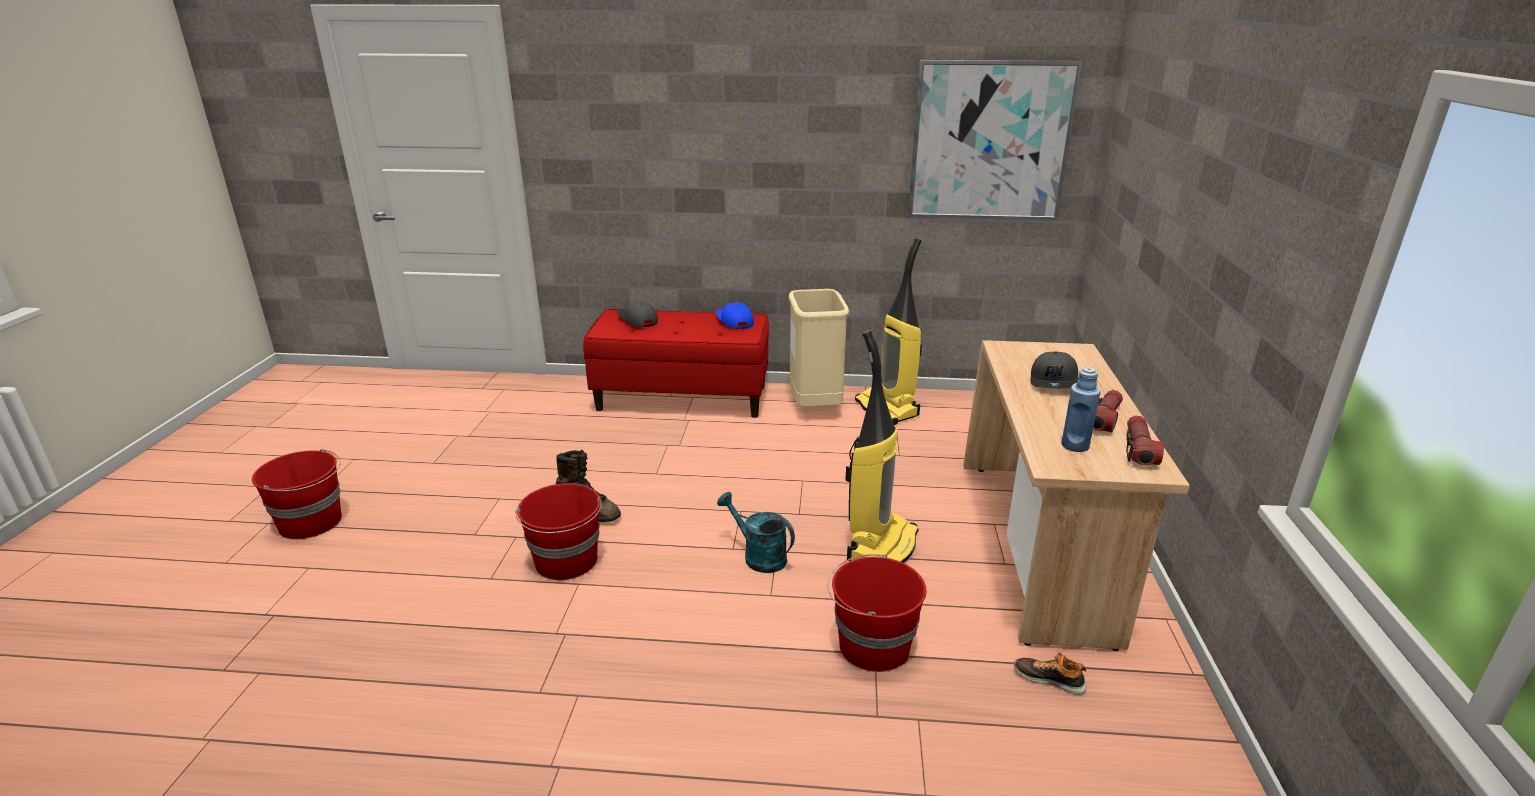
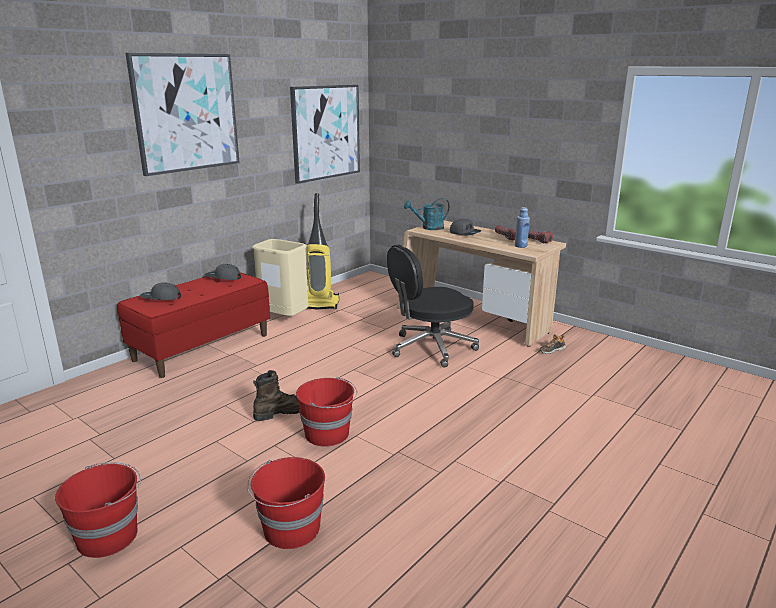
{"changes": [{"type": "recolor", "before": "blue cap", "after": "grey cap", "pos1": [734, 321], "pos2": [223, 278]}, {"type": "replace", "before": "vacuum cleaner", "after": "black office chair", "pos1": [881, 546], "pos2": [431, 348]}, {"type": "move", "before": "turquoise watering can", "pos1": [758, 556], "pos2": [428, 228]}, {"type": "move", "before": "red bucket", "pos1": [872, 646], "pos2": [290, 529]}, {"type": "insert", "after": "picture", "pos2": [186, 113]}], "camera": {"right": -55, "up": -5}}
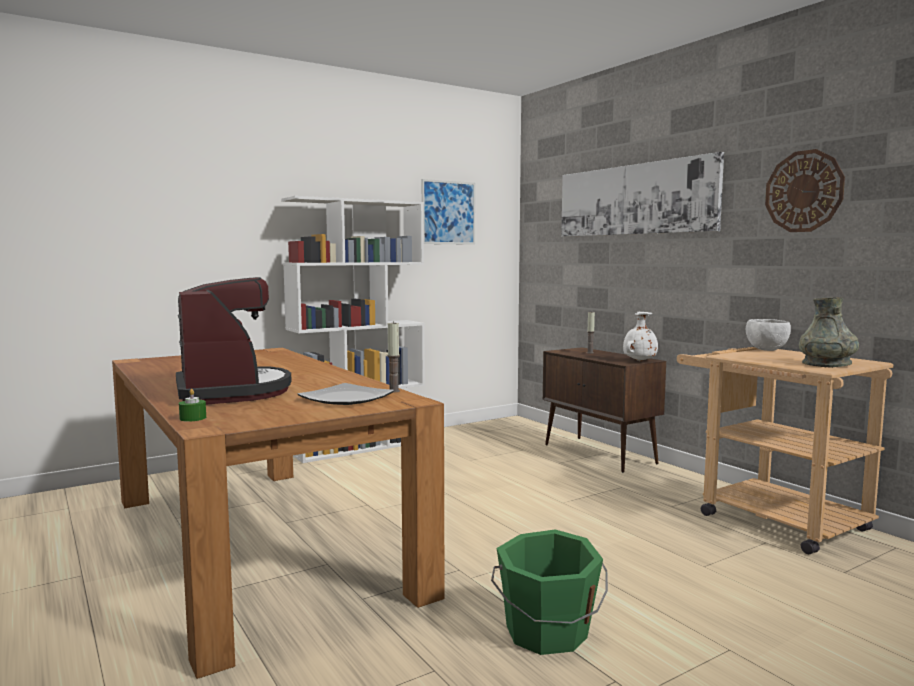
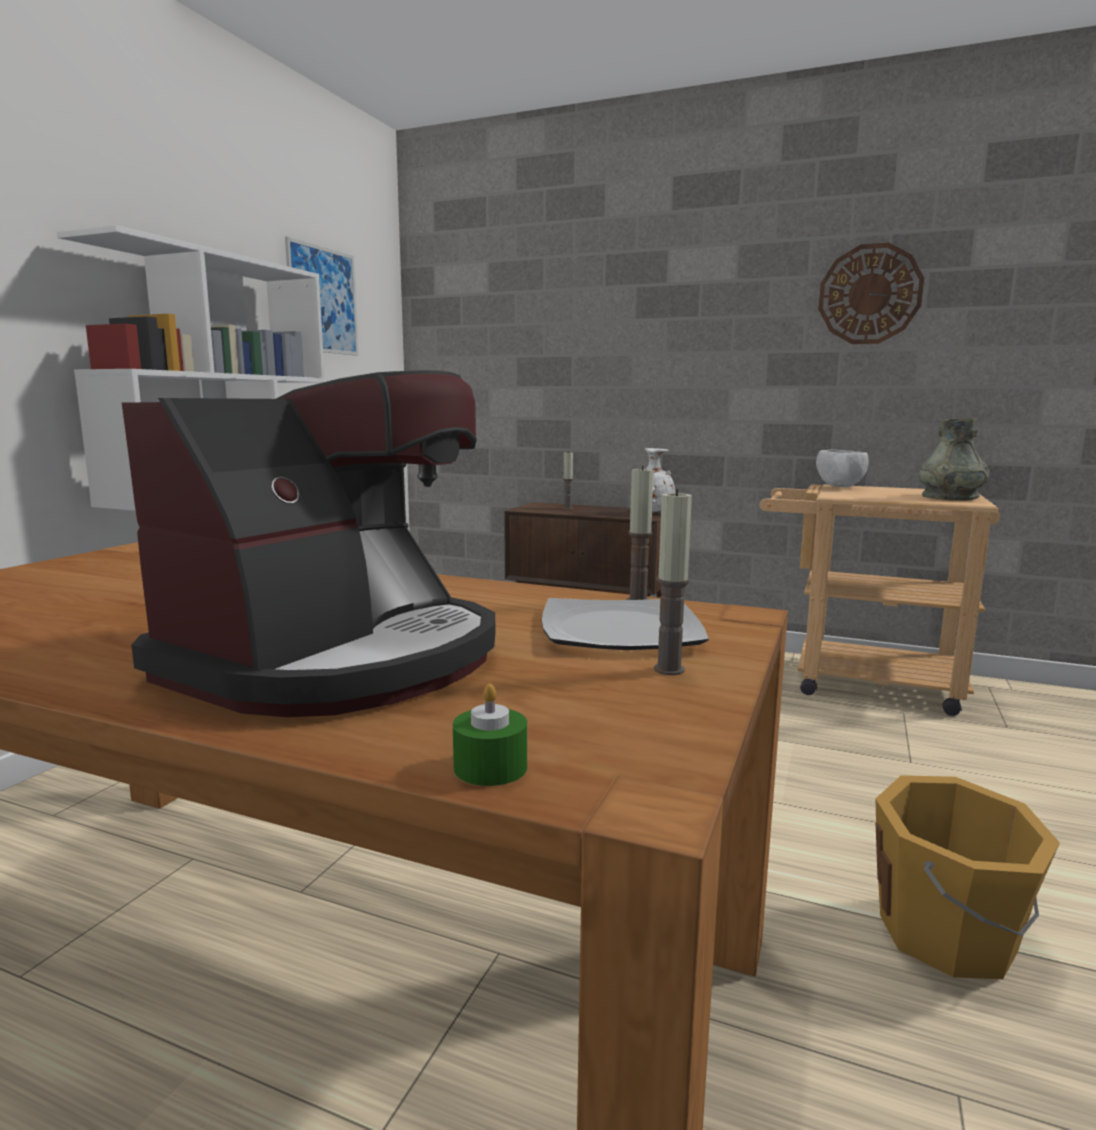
{"changes": [{"type": "delete", "before": "picture", "pos1": [633, 199]}, {"type": "rotate", "before": "coffee machine", "pos1": [231, 391], "pos2": [339, 660], "turn": 90}, {"type": "recolor", "before": "green bucket", "after": "orange bucket", "pos1": [547, 633], "pos2": [949, 935]}, {"type": "insert", "after": "candle", "pos2": [669, 669]}], "camera": {"right": -35, "up": 5}}
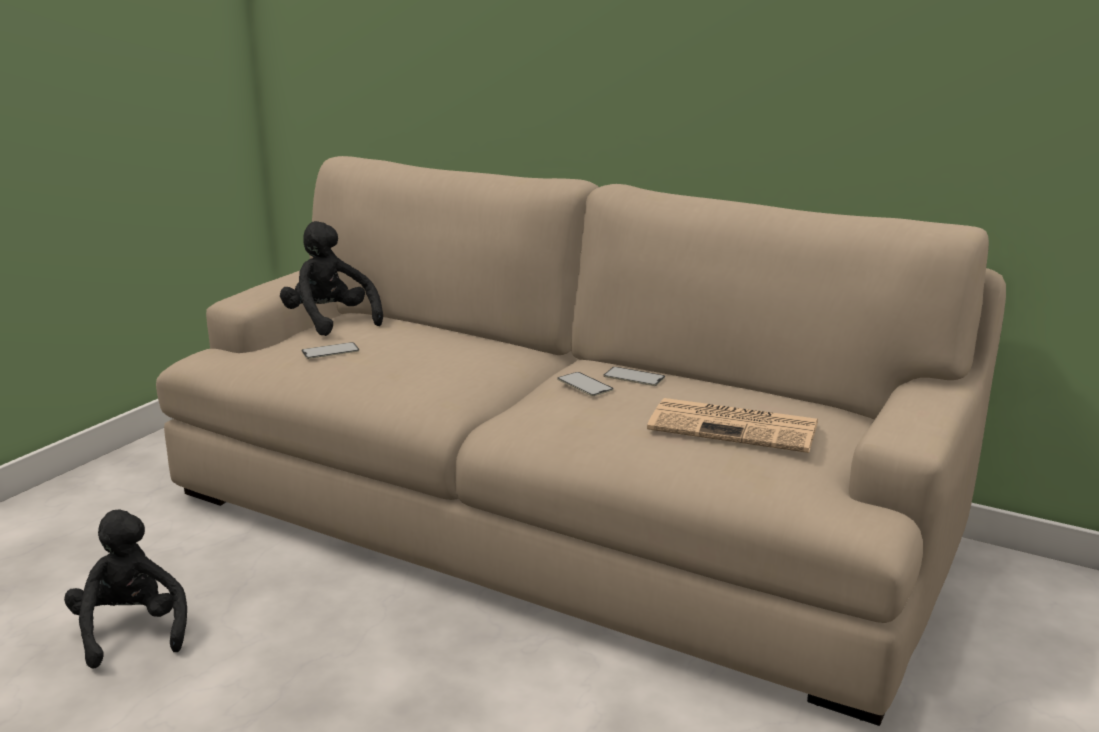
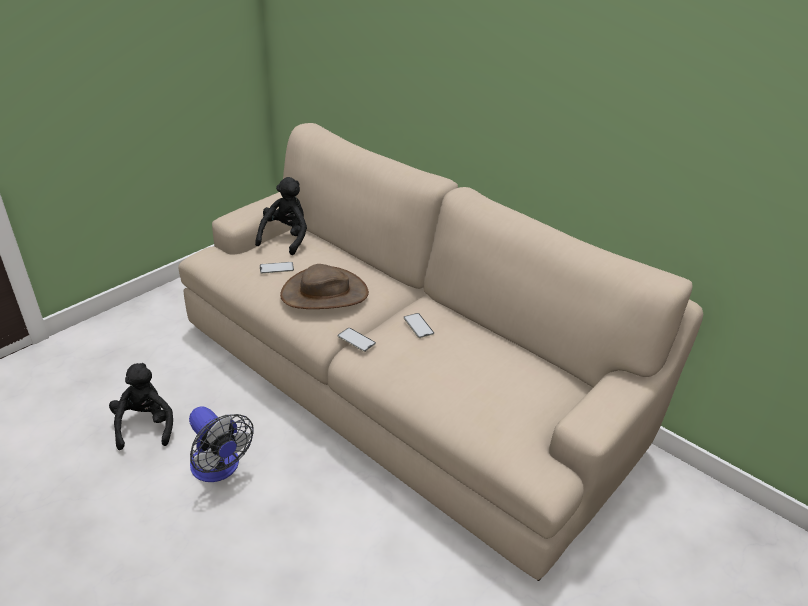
{"changes": [{"type": "rotate", "before": "black plush toy", "pos1": [330, 321], "pos2": [286, 238], "turn": 45}, {"type": "move", "before": "phone", "pos1": [634, 377], "pos2": [356, 340]}, {"type": "delete", "before": "newspaper", "pos1": [736, 427]}, {"type": "insert", "after": "brown hat", "pos2": [324, 294]}, {"type": "insert", "after": "fan", "pos2": [219, 468]}], "camera": {"right": 10, "up": 15}}
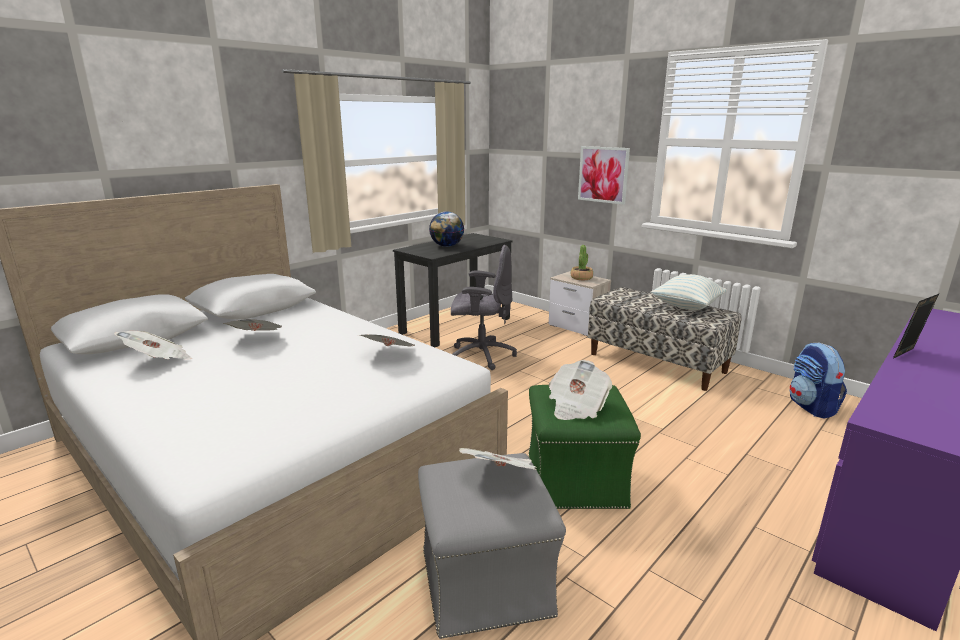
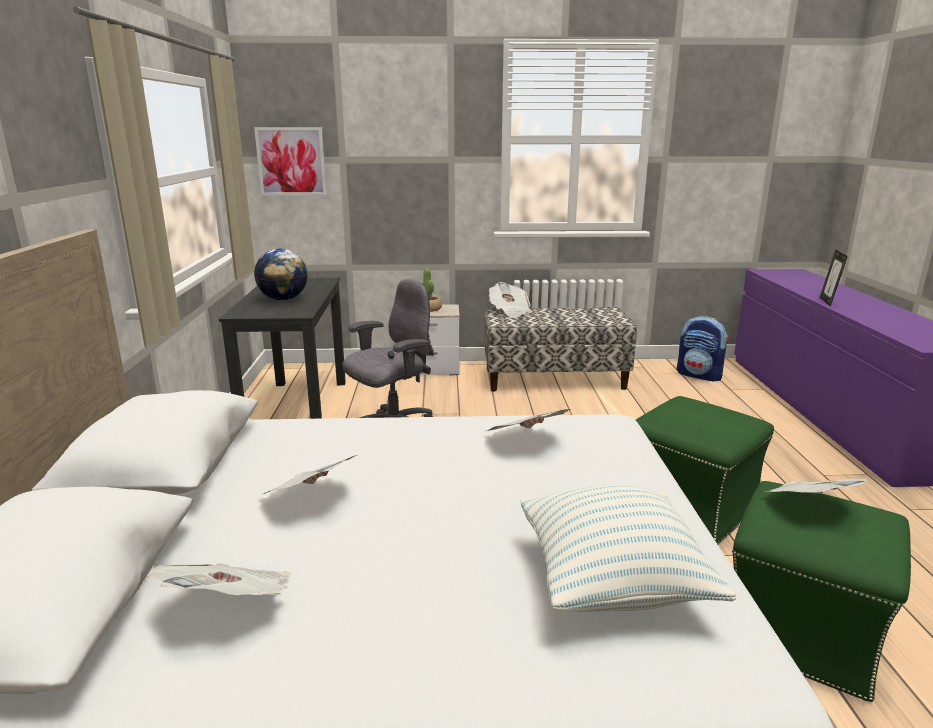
{"changes": [{"type": "move", "before": "picture", "pos1": [603, 174], "pos2": [291, 161]}, {"type": "move", "before": "pillow", "pos1": [686, 307], "pos2": [612, 584]}, {"type": "move", "before": "newspaper", "pos1": [576, 406], "pos2": [509, 311]}, {"type": "recolor", "before": "grey ottoman", "after": "green ottoman", "pos1": [486, 583], "pos2": [803, 632]}], "camera": {"right": -45, "up": 0}}
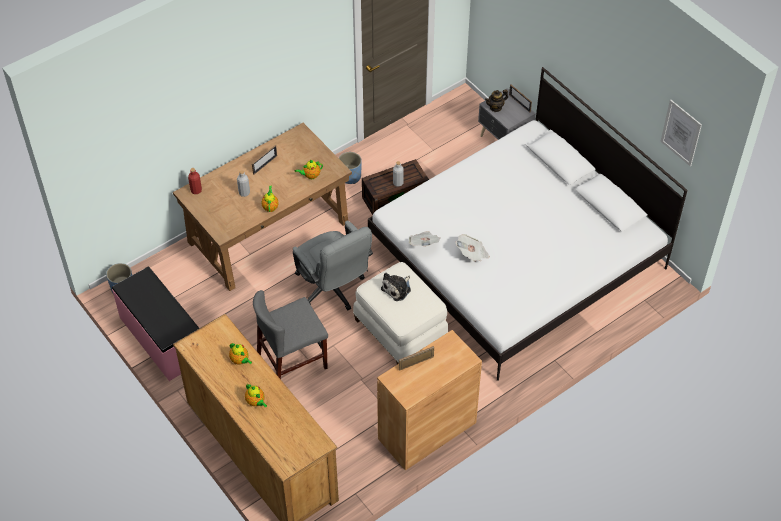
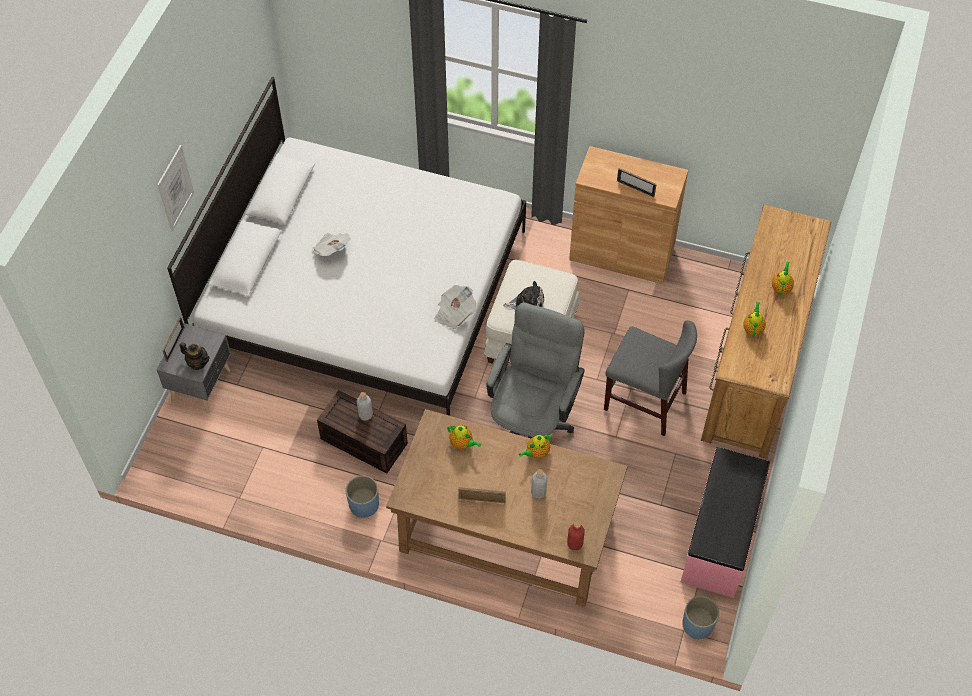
{"changes": [{"type": "move", "before": "picture", "pos1": [681, 132], "pos2": [175, 188]}, {"type": "move", "before": "newspaper", "pos1": [472, 254], "pos2": [332, 249]}], "camera": {"right": -125, "up": 5}}
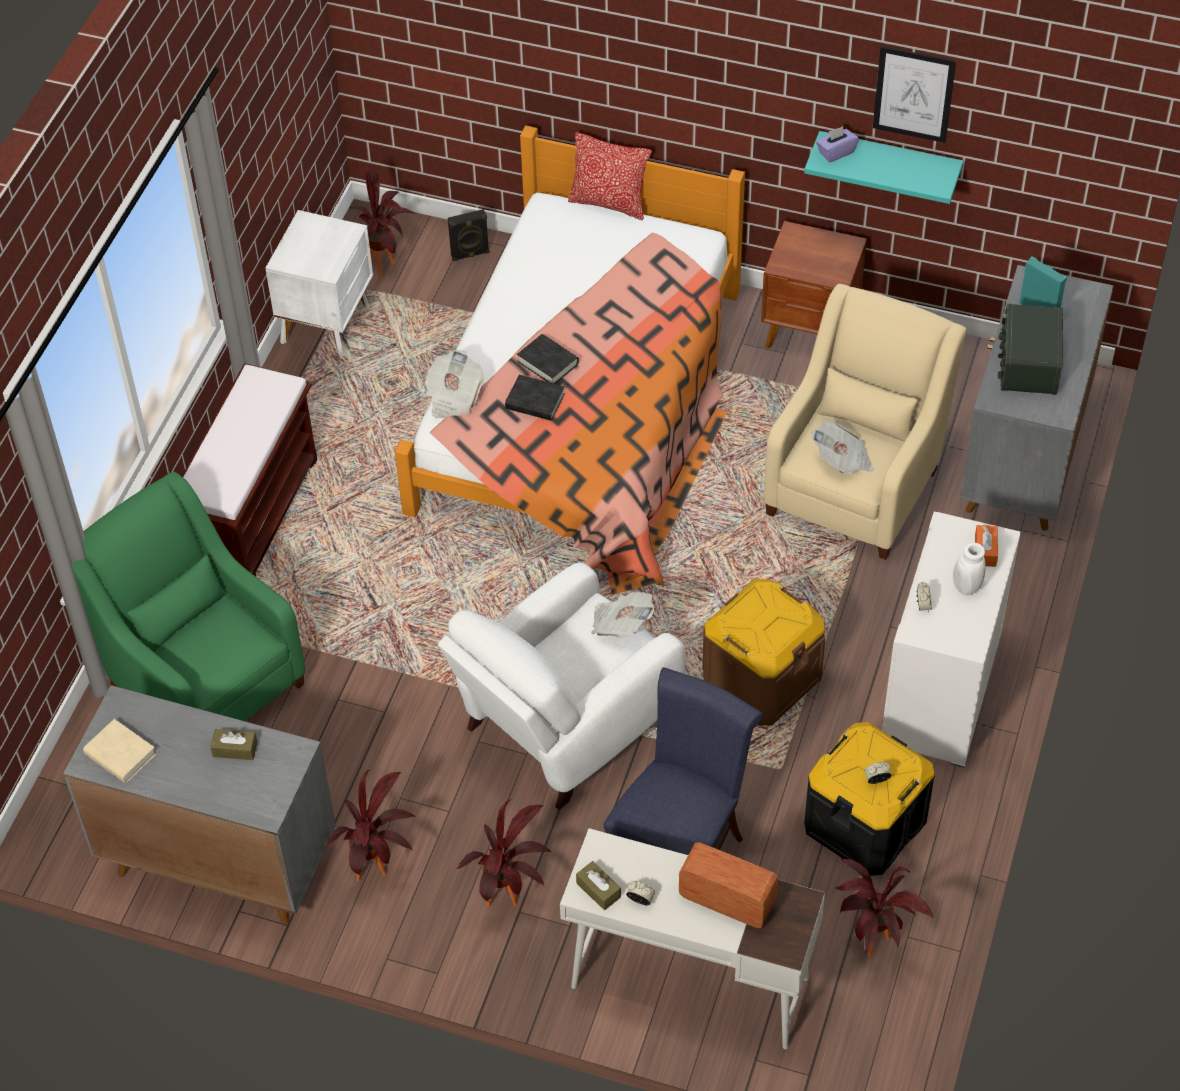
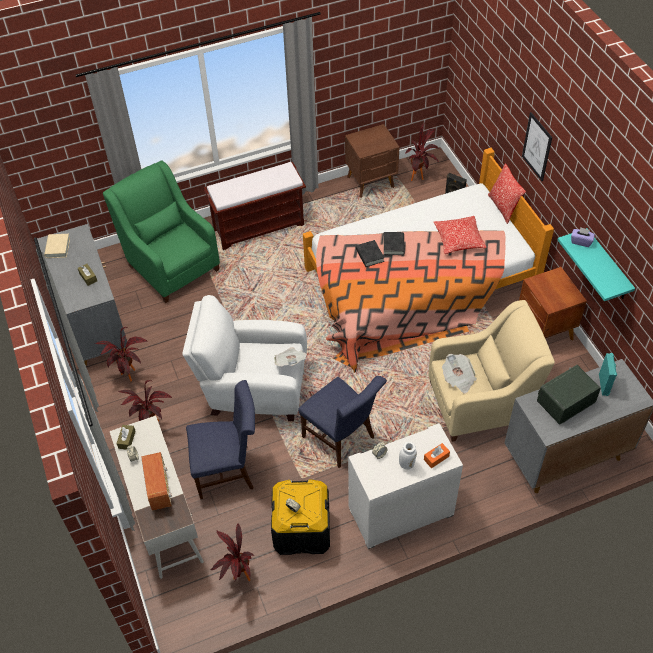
{"changes": [{"type": "move", "before": "picture", "pos1": [913, 94], "pos2": [537, 147]}, {"type": "recolor", "before": "white nightstand", "after": "brown nightstand", "pos1": [327, 323], "pos2": [371, 182]}, {"type": "delete", "before": "newspaper", "pos1": [453, 397]}, {"type": "rotate", "before": "green armchair", "pos1": [201, 678], "pos2": [171, 264], "turn": -45}, {"type": "replace", "before": "brown storage box", "after": "blue chair", "pos1": [761, 678], "pos2": [342, 439]}, {"type": "insert", "after": "pillow", "pos2": [459, 240]}], "camera": {"right": 50, "up": 0}}
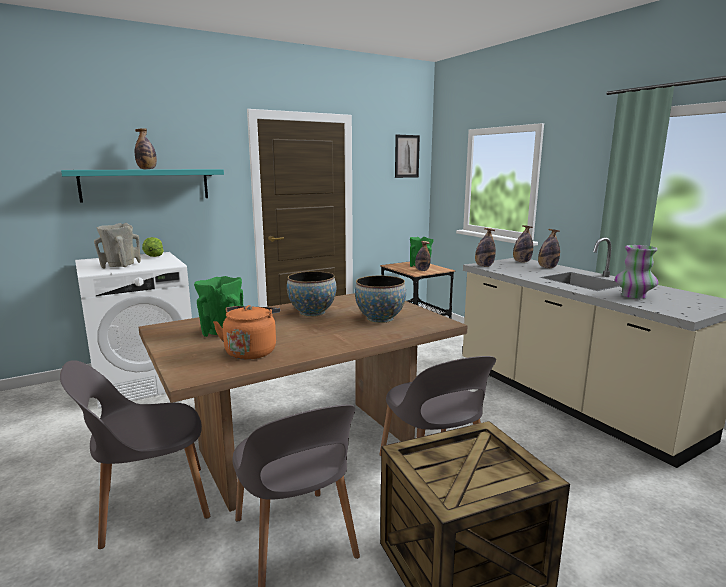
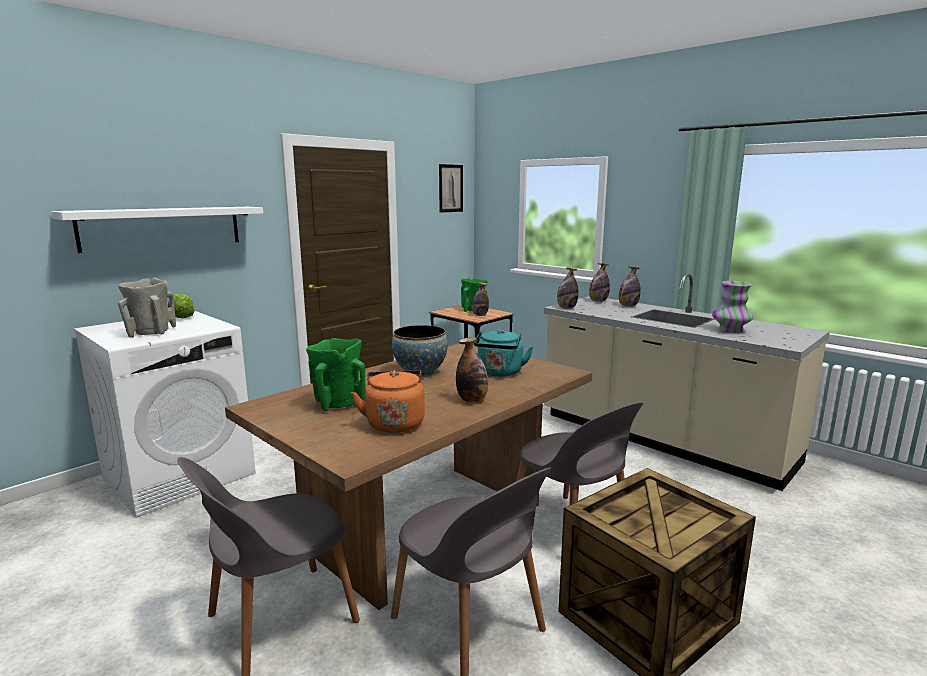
{"changes": [{"type": "move", "before": "bottle", "pos1": [147, 169], "pos2": [472, 400]}, {"type": "recolor", "before": "turquoise shelf", "after": "white shelf", "pos1": [146, 185], "pos2": [162, 228]}, {"type": "replace", "before": "bowl", "after": "turquoise kettle", "pos1": [380, 319], "pos2": [499, 373]}], "camera": {"right": -15, "up": 0}}
